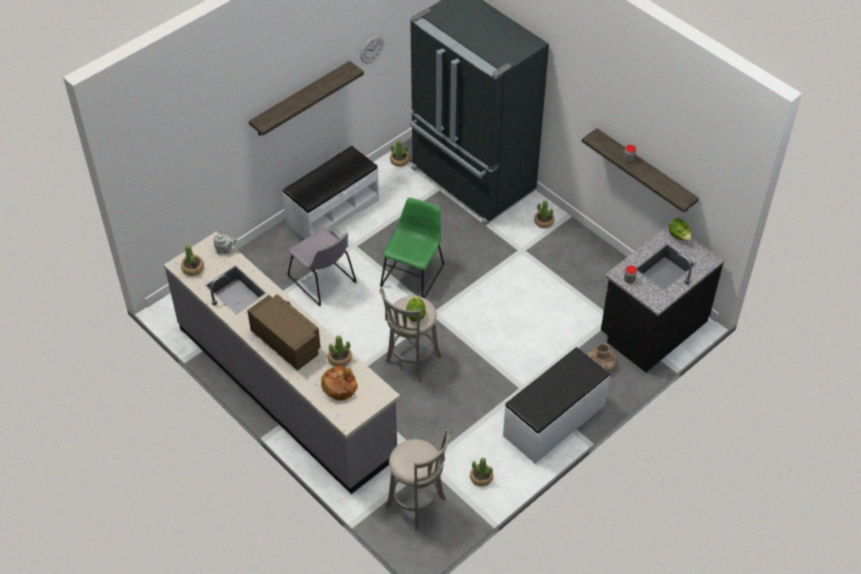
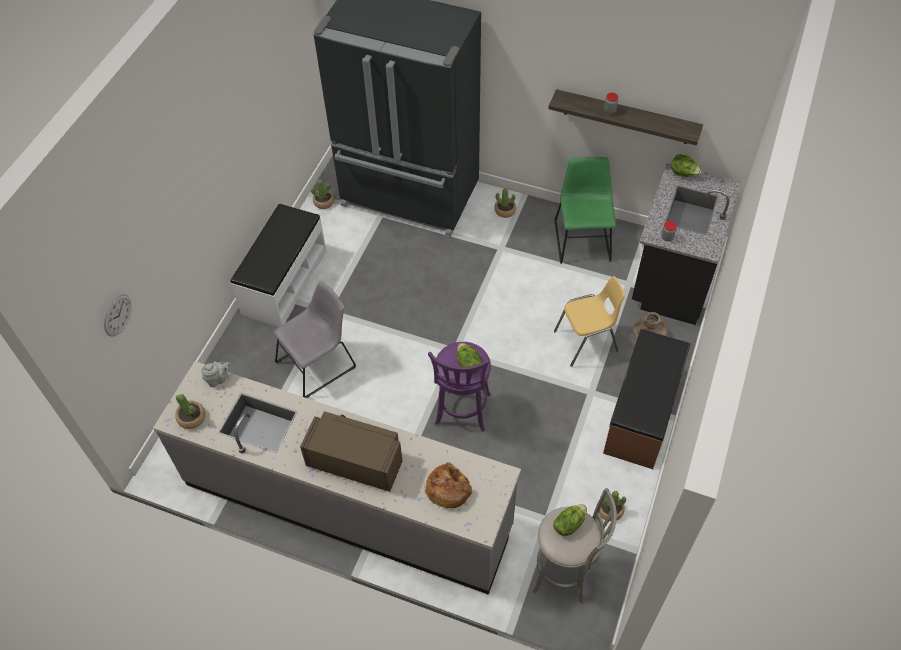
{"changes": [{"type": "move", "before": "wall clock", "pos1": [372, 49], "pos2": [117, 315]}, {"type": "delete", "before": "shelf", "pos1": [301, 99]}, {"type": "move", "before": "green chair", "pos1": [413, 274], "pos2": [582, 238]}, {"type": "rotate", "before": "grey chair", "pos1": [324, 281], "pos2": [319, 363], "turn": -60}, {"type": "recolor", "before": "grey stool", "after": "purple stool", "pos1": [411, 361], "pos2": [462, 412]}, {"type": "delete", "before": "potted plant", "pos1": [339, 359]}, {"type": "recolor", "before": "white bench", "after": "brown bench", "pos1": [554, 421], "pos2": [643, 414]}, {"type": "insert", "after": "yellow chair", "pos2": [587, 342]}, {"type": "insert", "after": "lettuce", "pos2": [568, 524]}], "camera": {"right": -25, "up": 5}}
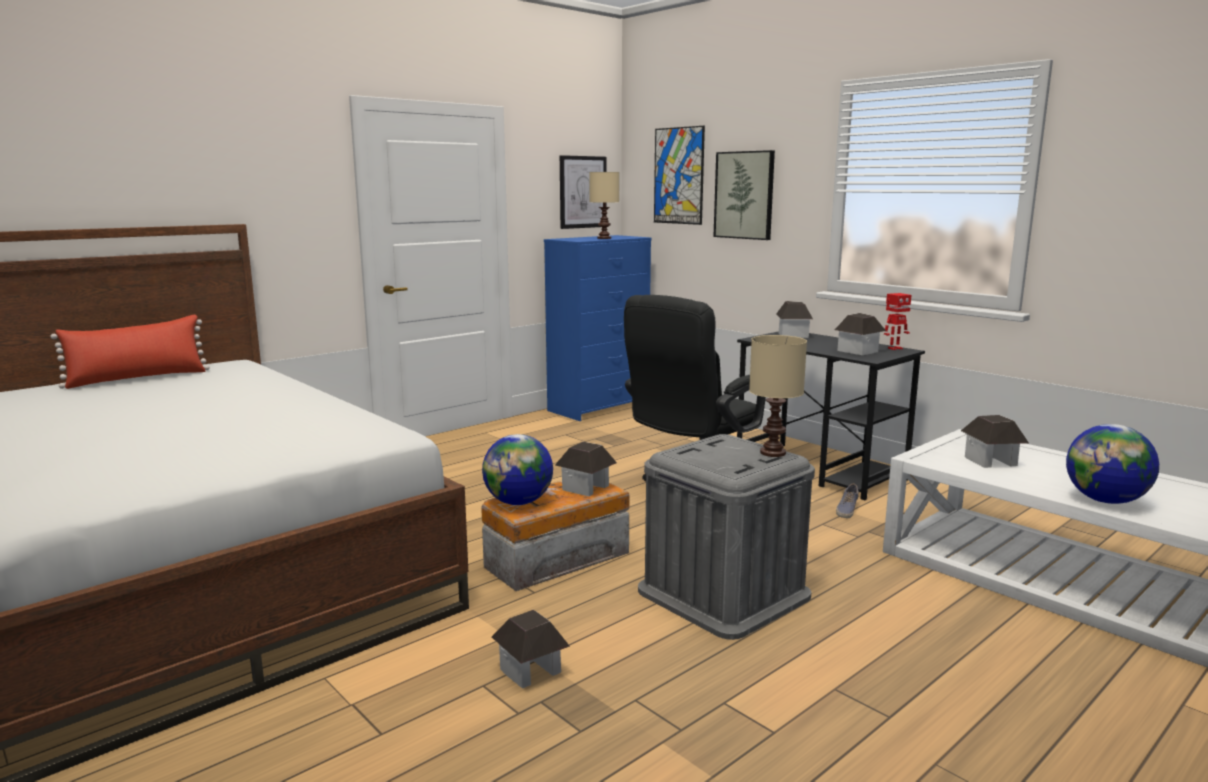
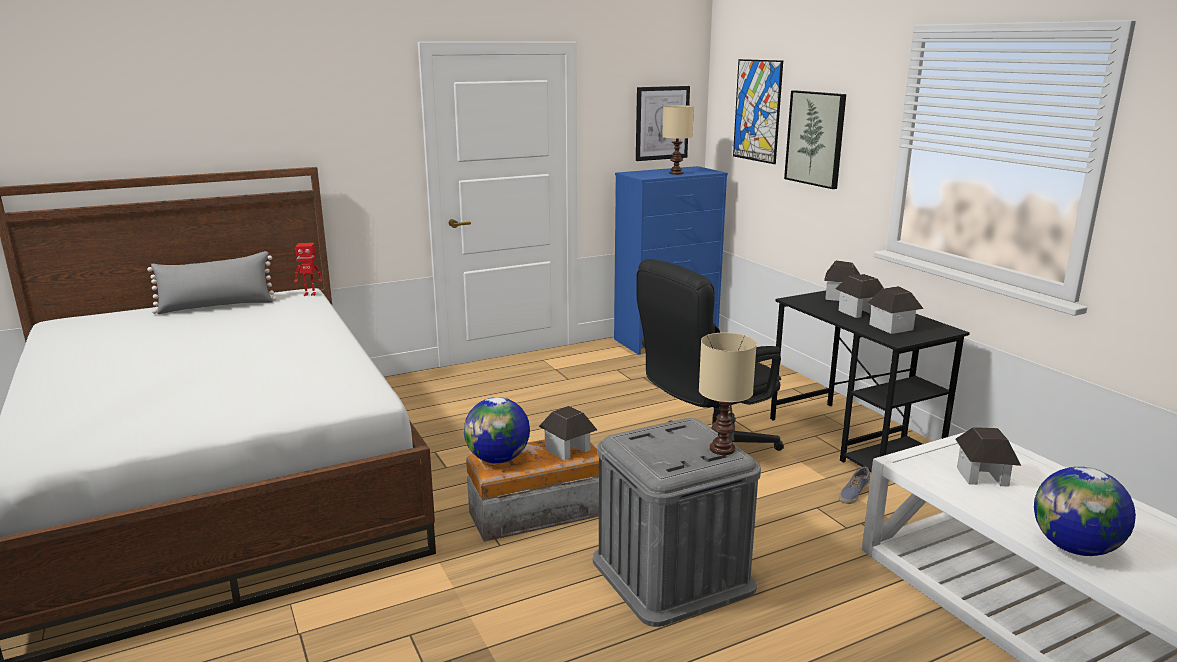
{"changes": [{"type": "move", "before": "toy robot", "pos1": [894, 348], "pos2": [310, 294]}, {"type": "recolor", "before": "red pillow", "after": "grey pillow", "pos1": [138, 378], "pos2": [217, 306]}, {"type": "move", "before": "toy house", "pos1": [530, 670], "pos2": [859, 312]}], "camera": {"right": 15, "up": 5}}
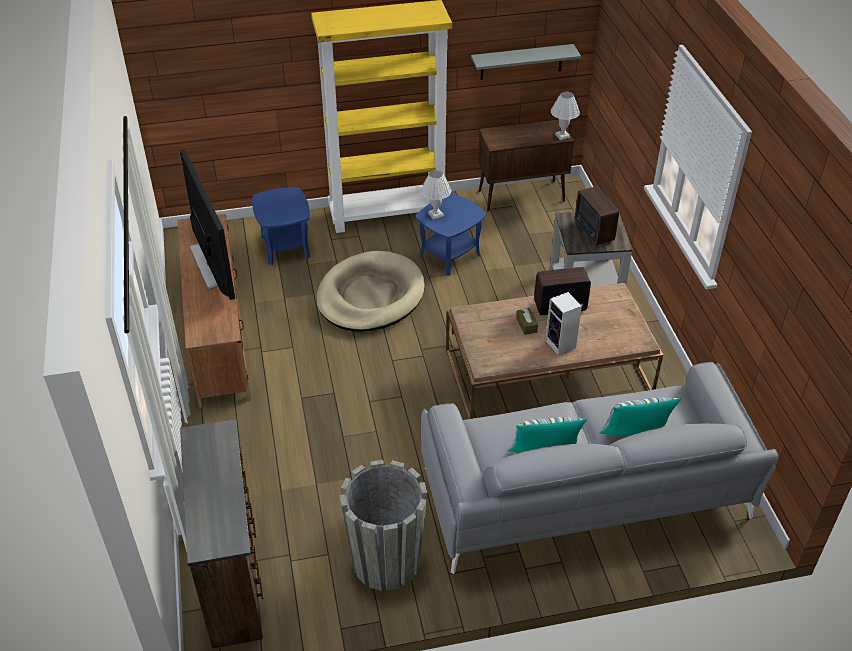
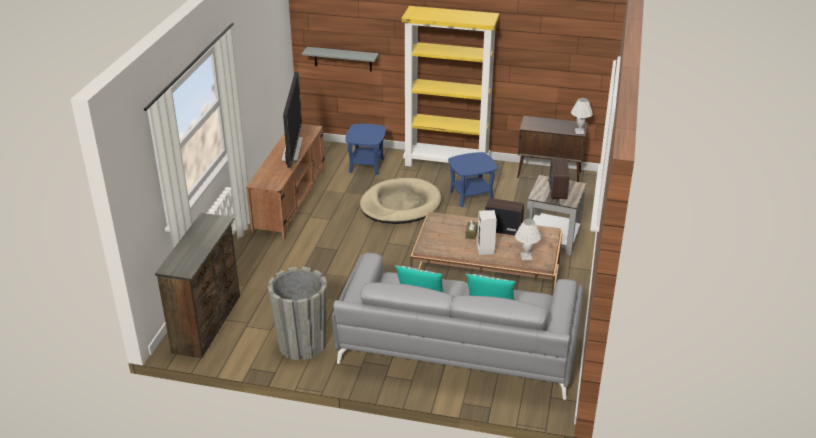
{"changes": [{"type": "move", "before": "grey shelf", "pos1": [521, 62], "pos2": [343, 59]}, {"type": "move", "before": "white table lamp", "pos1": [436, 214], "pos2": [526, 257]}], "camera": {"right": 25, "up": -10}}
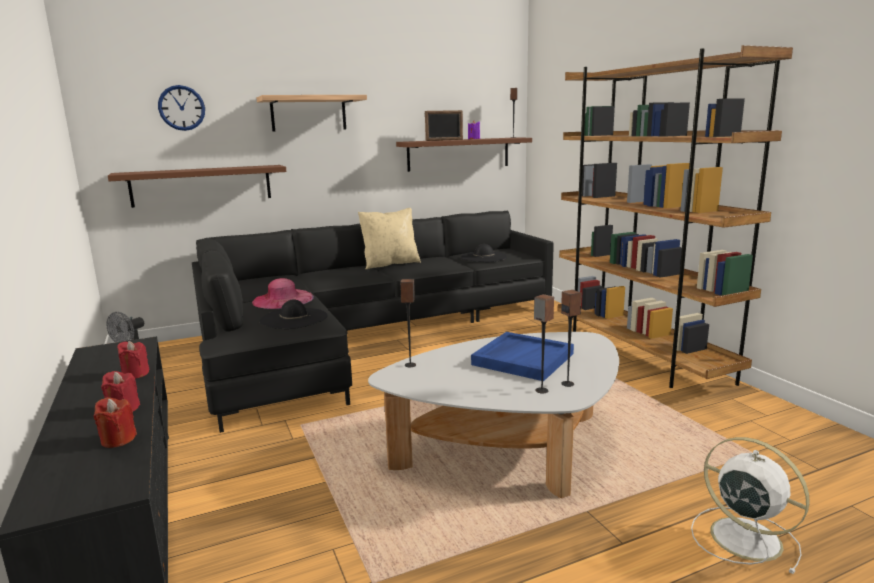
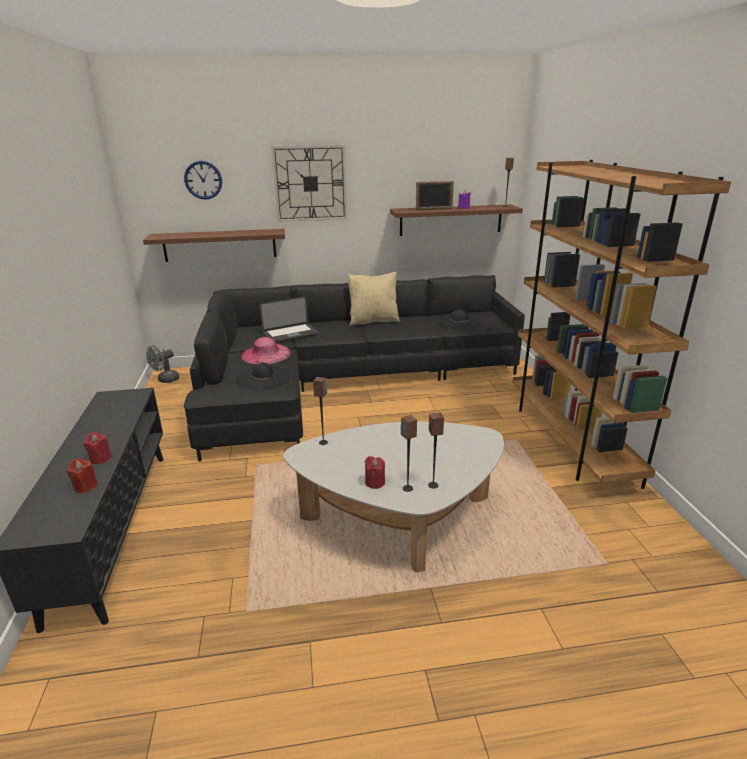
{"changes": [{"type": "replace", "before": "shelf", "after": "wall clock", "pos1": [308, 113], "pos2": [310, 183]}, {"type": "delete", "before": "blue tray", "pos1": [522, 359]}, {"type": "move", "before": "red candle", "pos1": [135, 374], "pos2": [375, 482]}, {"type": "delete", "before": "white fan", "pos1": [742, 537]}, {"type": "insert", "after": "laptop", "pos2": [290, 334]}], "camera": {"right": 15, "up": 10}}
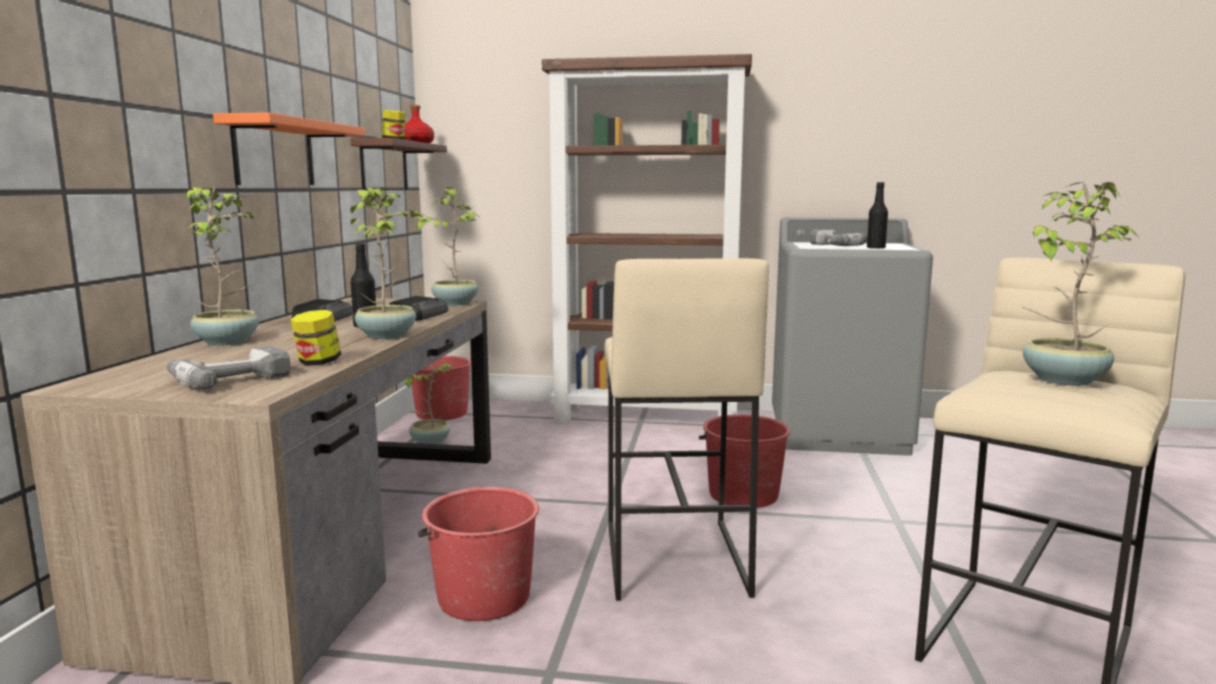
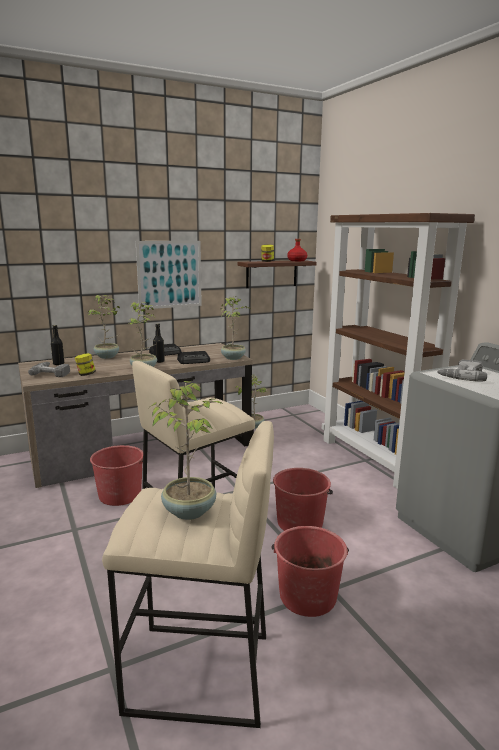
{"changes": [{"type": "replace", "before": "orange shelf", "after": "picture", "pos1": [274, 153], "pos2": [169, 274]}, {"type": "move", "before": "black bottle", "pos1": [875, 248], "pos2": [58, 364]}, {"type": "move", "before": "red bucket", "pos1": [441, 413], "pos2": [307, 596]}], "camera": {"right": 55, "up": 5}}
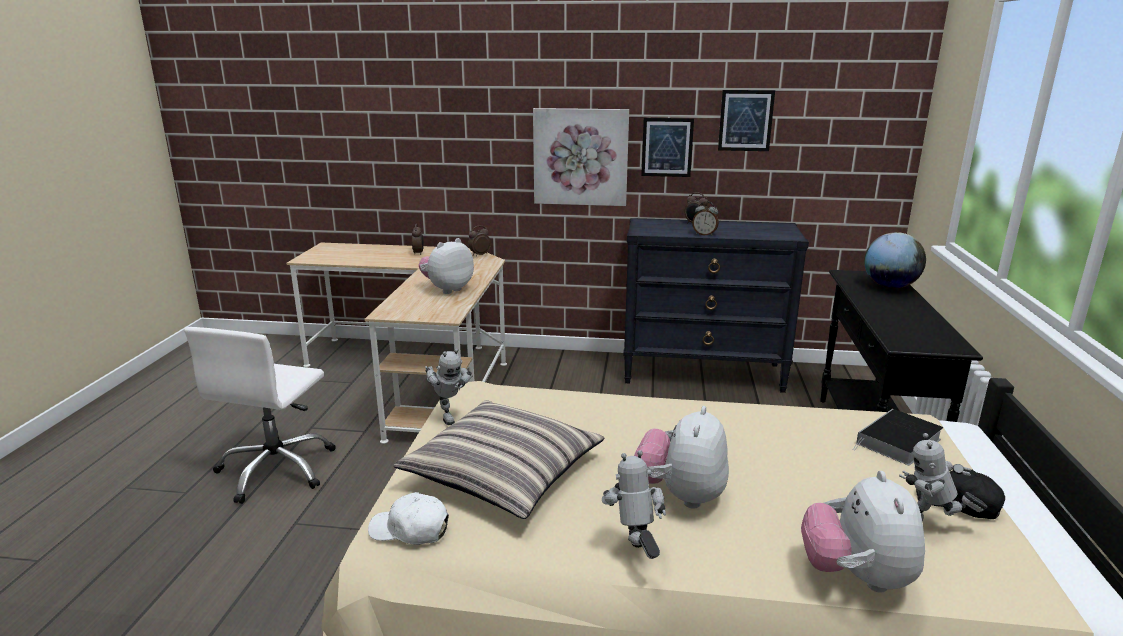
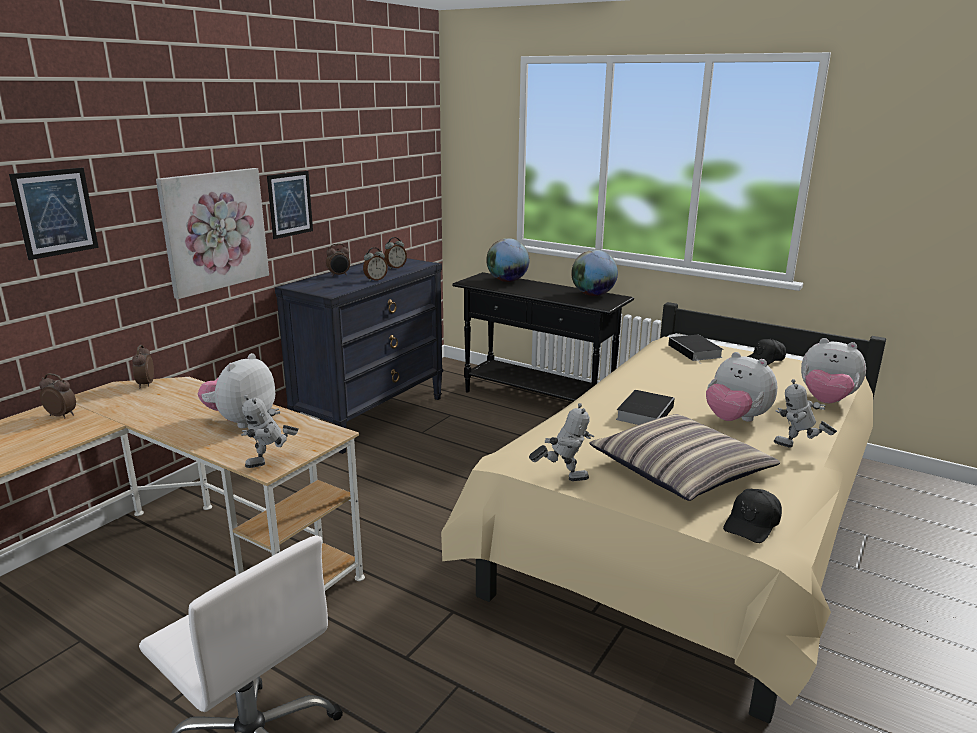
{"changes": [{"type": "move", "before": "picture", "pos1": [745, 120], "pos2": [55, 212]}, {"type": "rotate", "before": "plush toy", "pos1": [447, 289], "pos2": [241, 421], "turn": 45}, {"type": "move", "before": "toy robot", "pos1": [930, 526], "pos2": [271, 462]}, {"type": "recolor", "before": "white cap", "after": "black cap", "pos1": [410, 530], "pos2": [752, 524]}, {"type": "insert", "after": "alarm clock", "pos2": [395, 267]}, {"type": "insert", "after": "globe", "pos2": [593, 295]}, {"type": "insert", "after": "book", "pos2": [645, 412]}], "camera": {"right": -65, "up": 0}}
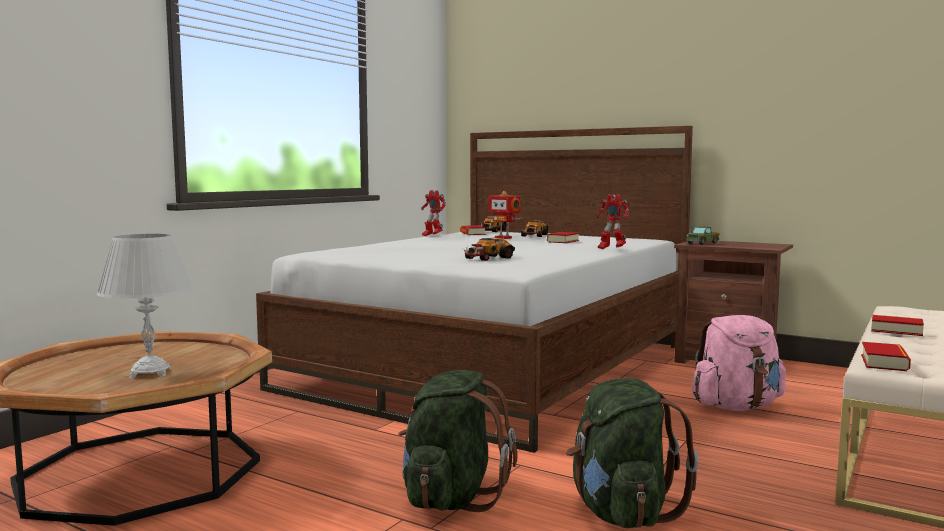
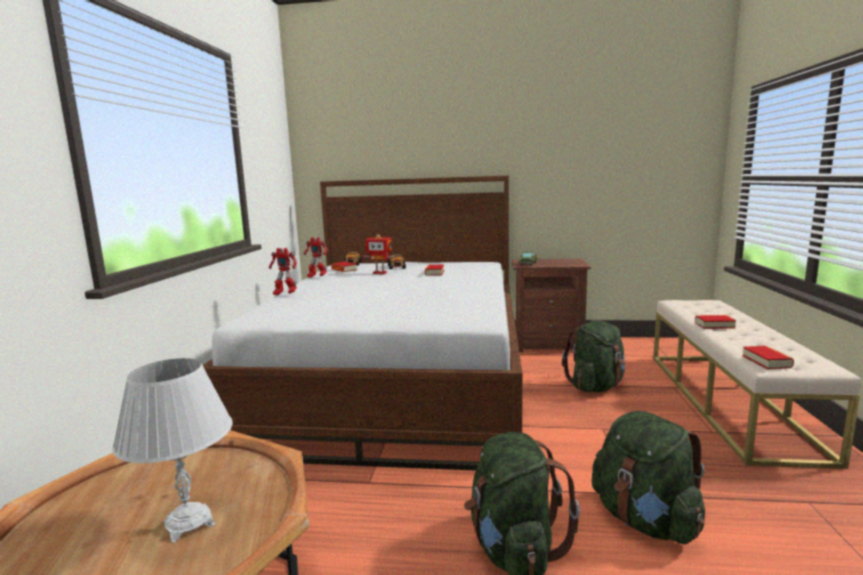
{"changes": [{"type": "move", "before": "toy robot", "pos1": [611, 249], "pos2": [285, 294]}, {"type": "delete", "before": "toy car", "pos1": [488, 258]}, {"type": "recolor", "before": "pink backpack", "after": "green backpack", "pos1": [736, 406], "pos2": [596, 386]}], "camera": {"right": -25, "up": 5}}
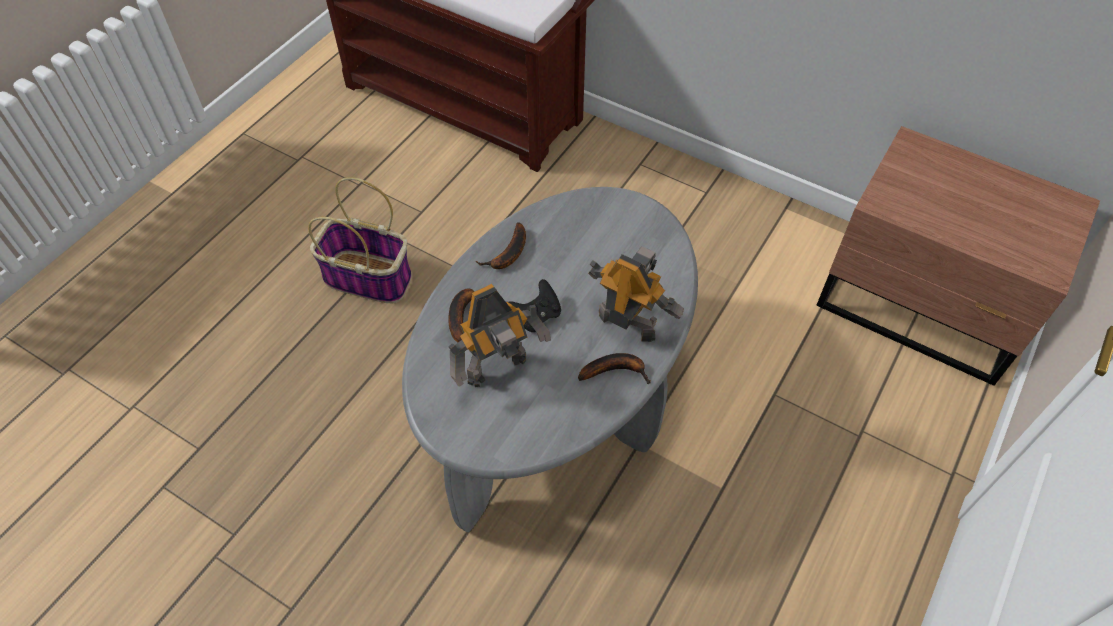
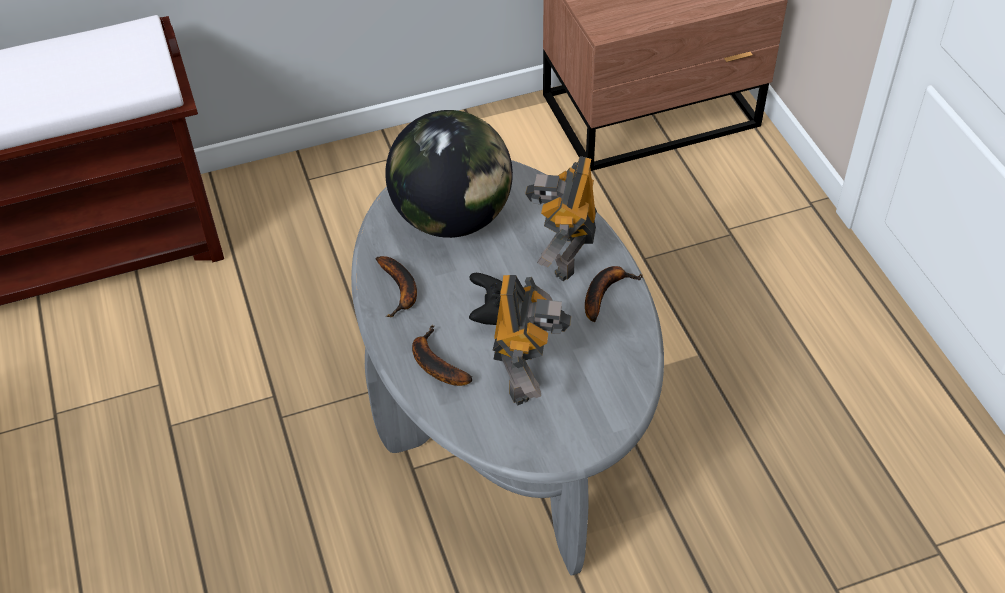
{"changes": [{"type": "delete", "before": "basket", "pos1": [369, 278]}, {"type": "rotate", "before": "toy robot", "pos1": [627, 323], "pos2": [564, 255], "turn": -60}, {"type": "insert", "after": "globe", "pos2": [452, 218]}], "camera": {"right": -50, "up": -5}}
